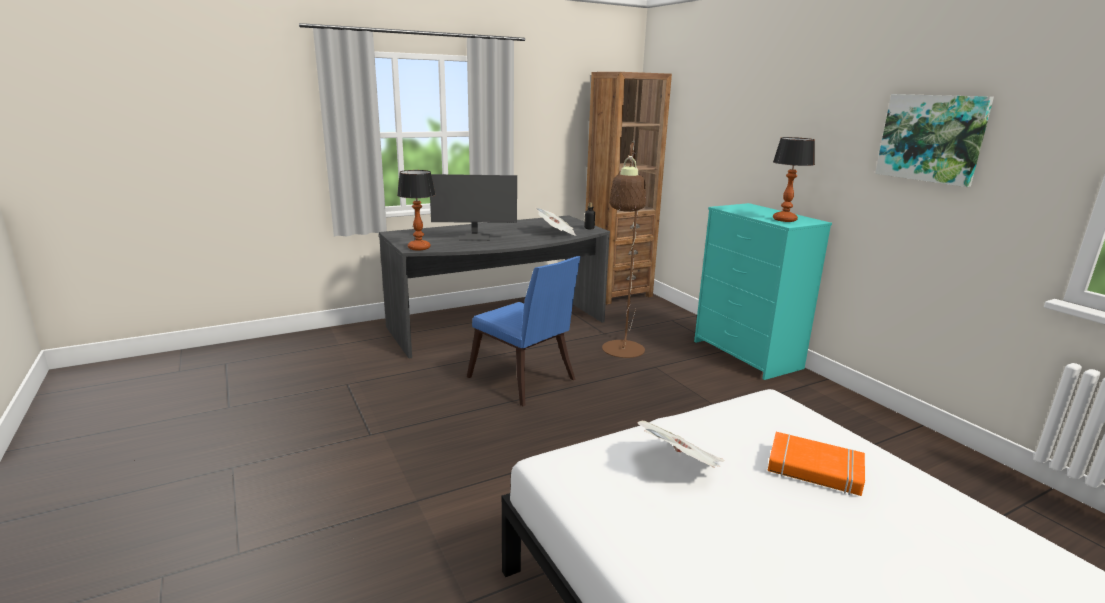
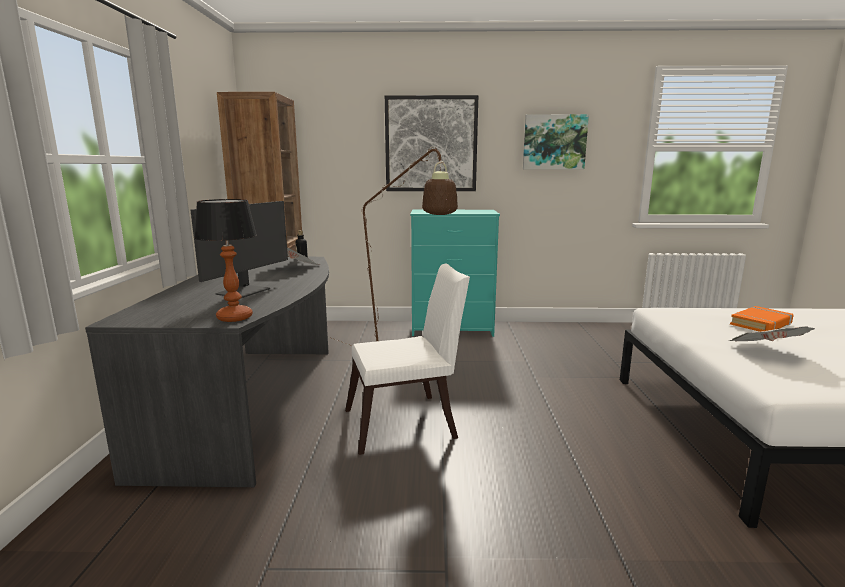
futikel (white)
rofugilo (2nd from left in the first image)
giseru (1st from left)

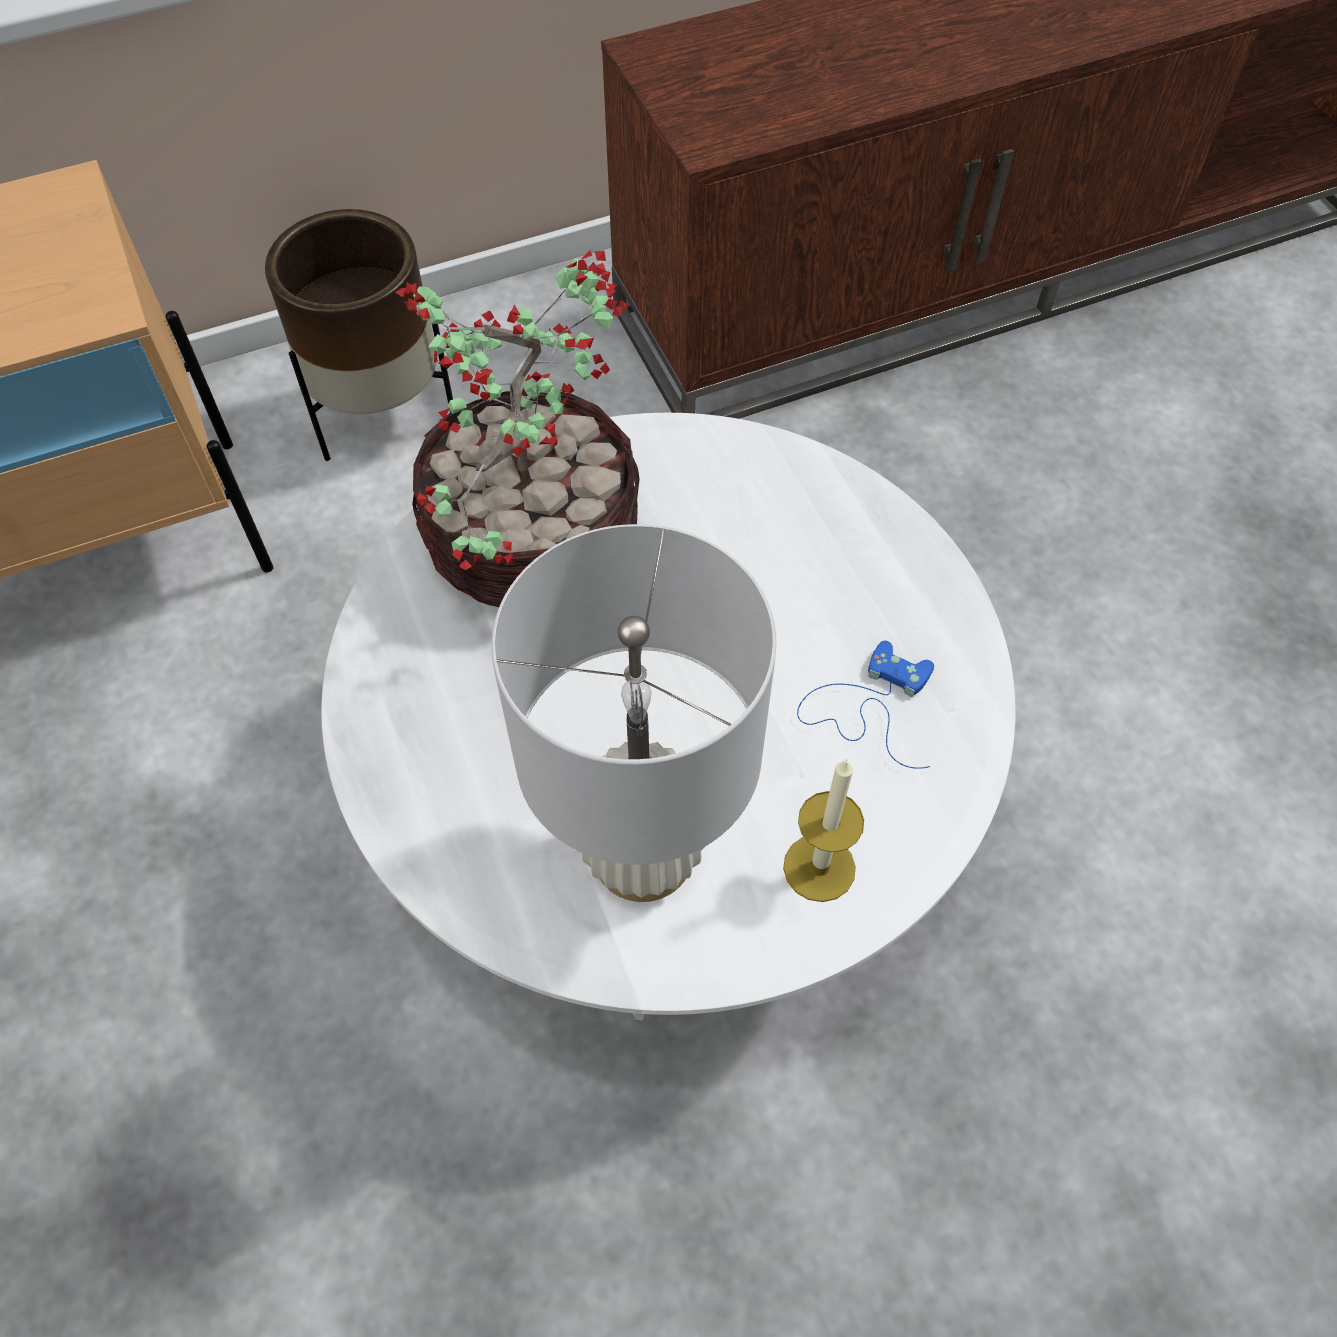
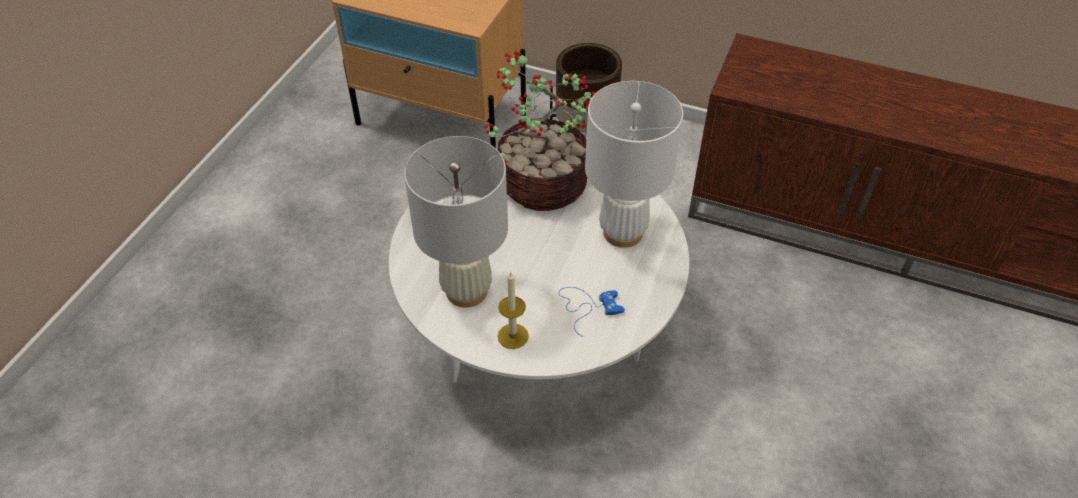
rofugilo (white) (2nd from left)

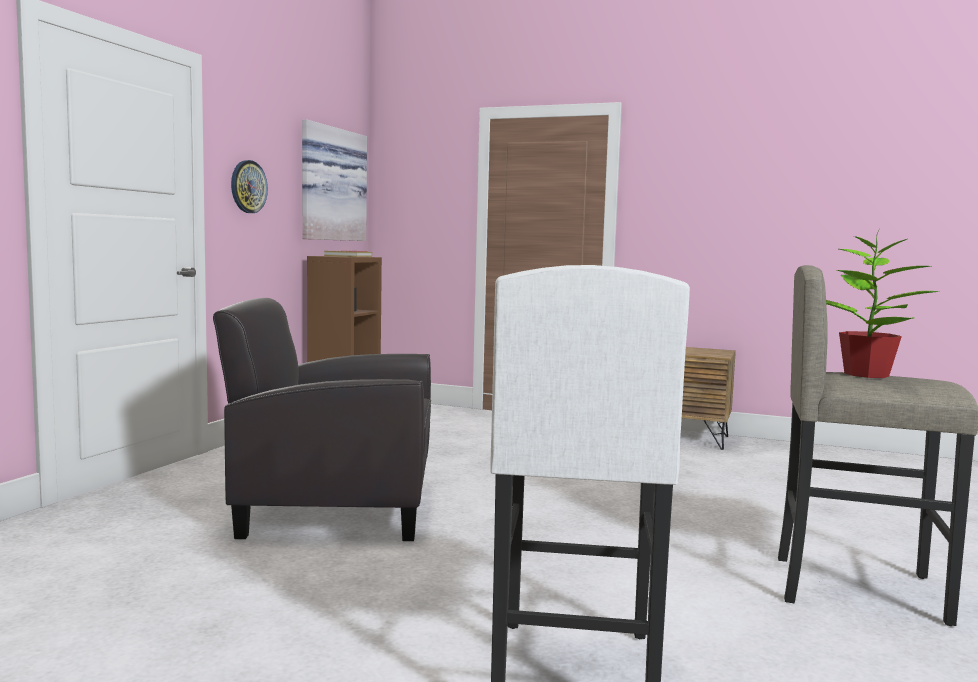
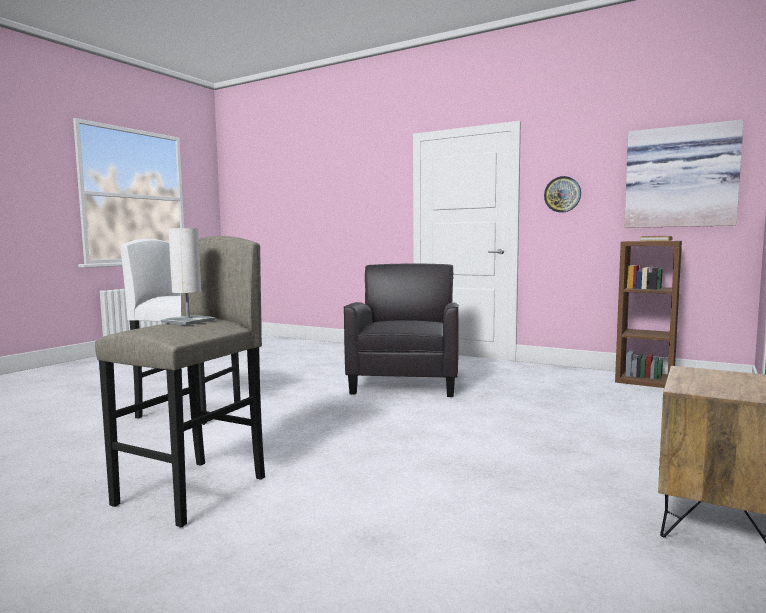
rofugilo (white)

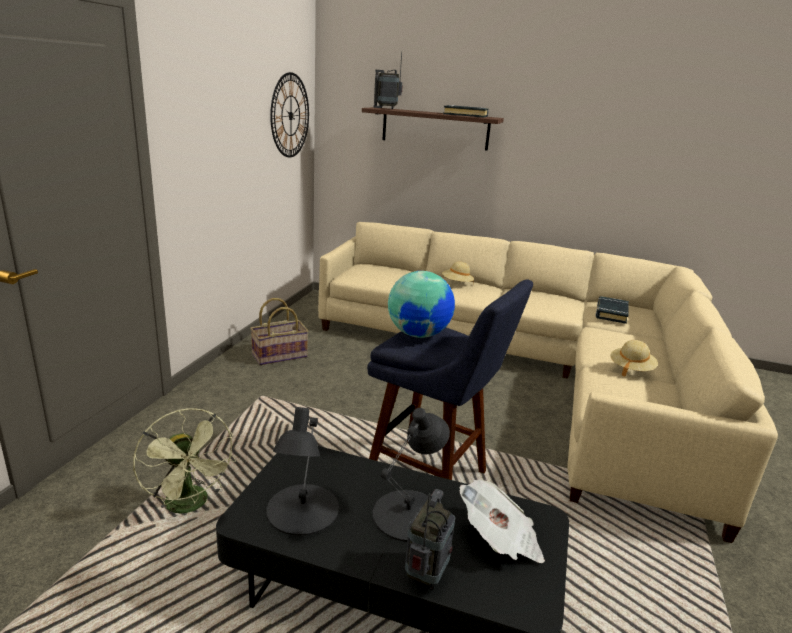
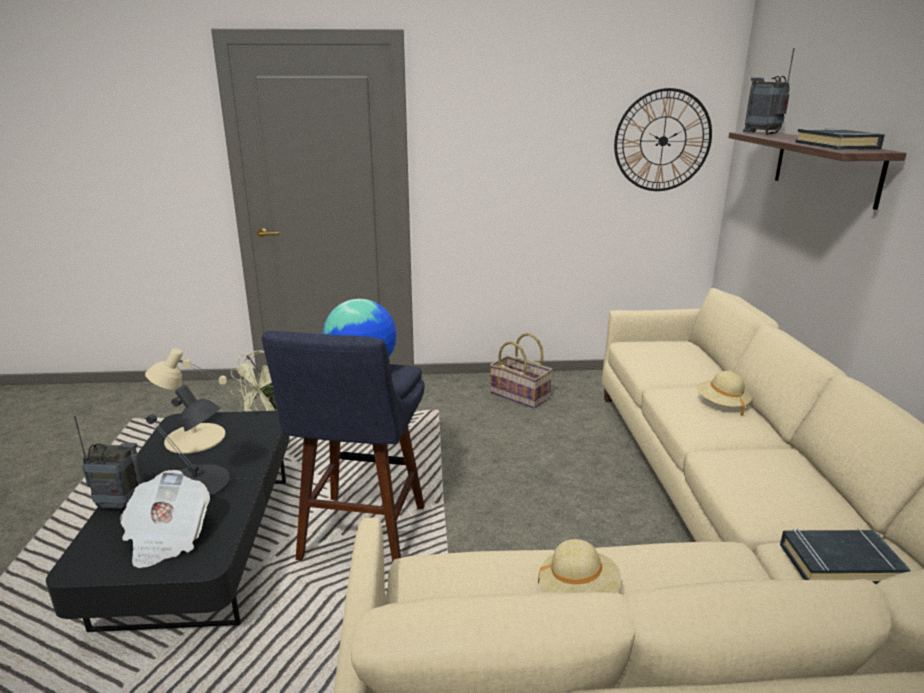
rofugilo (beige)

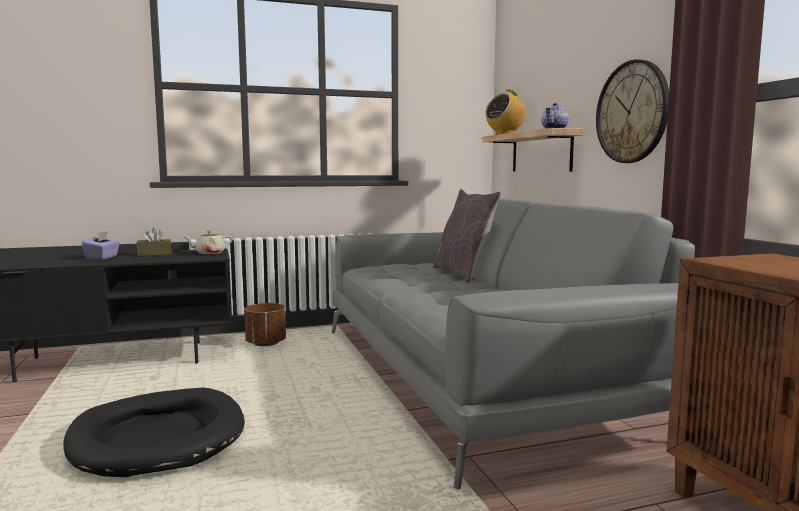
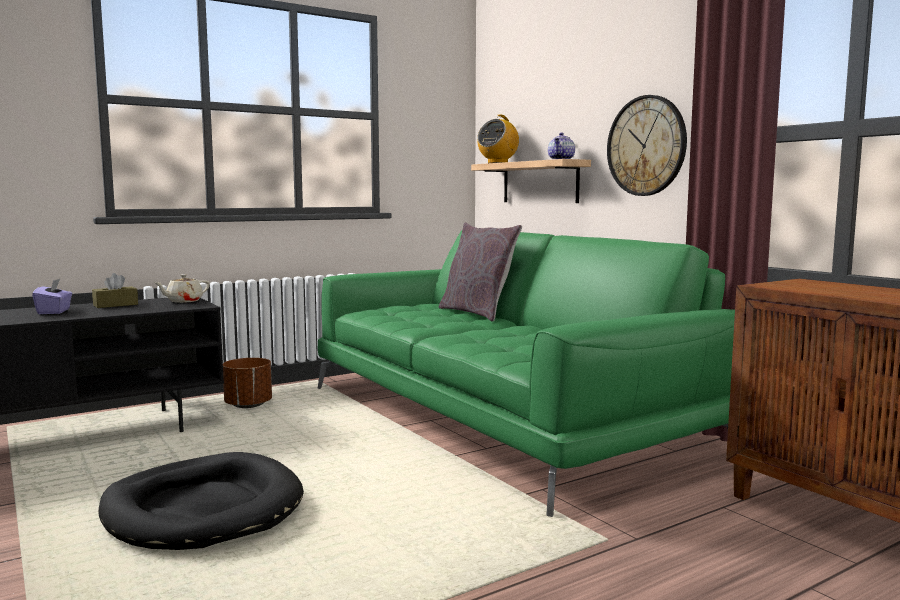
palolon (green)

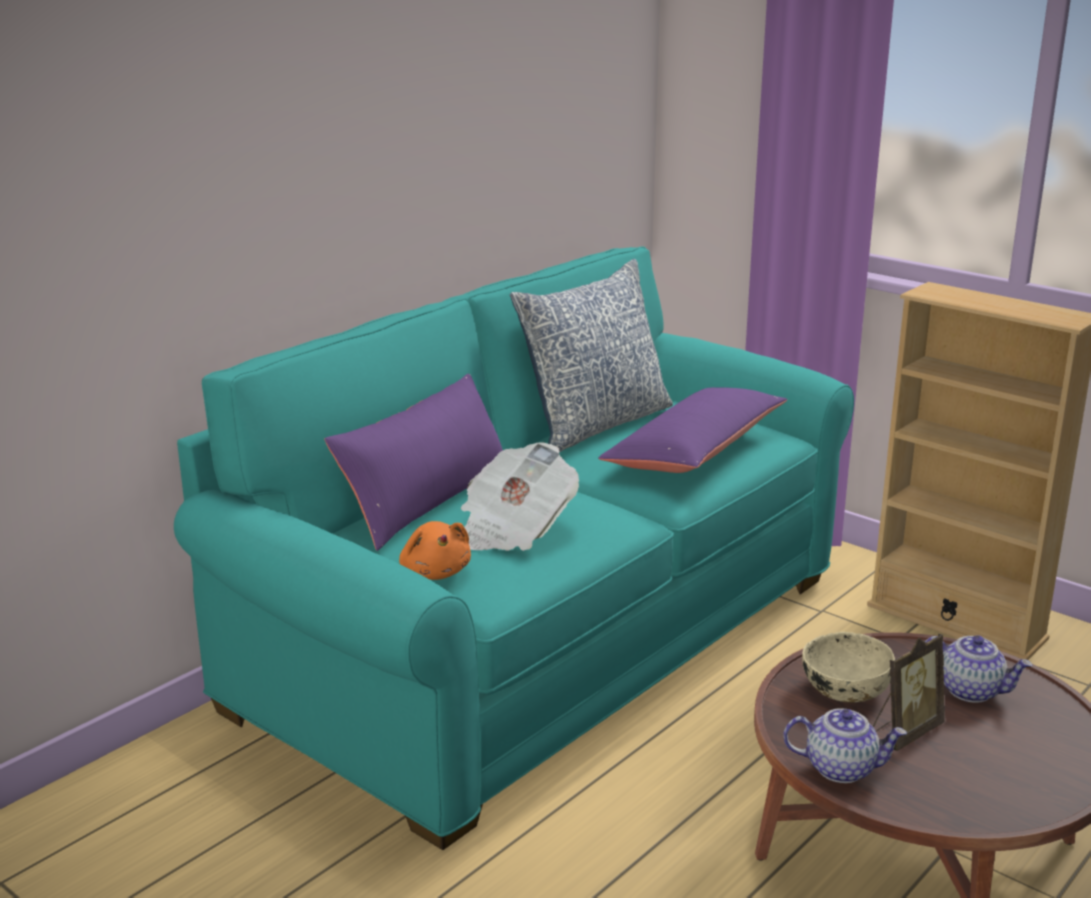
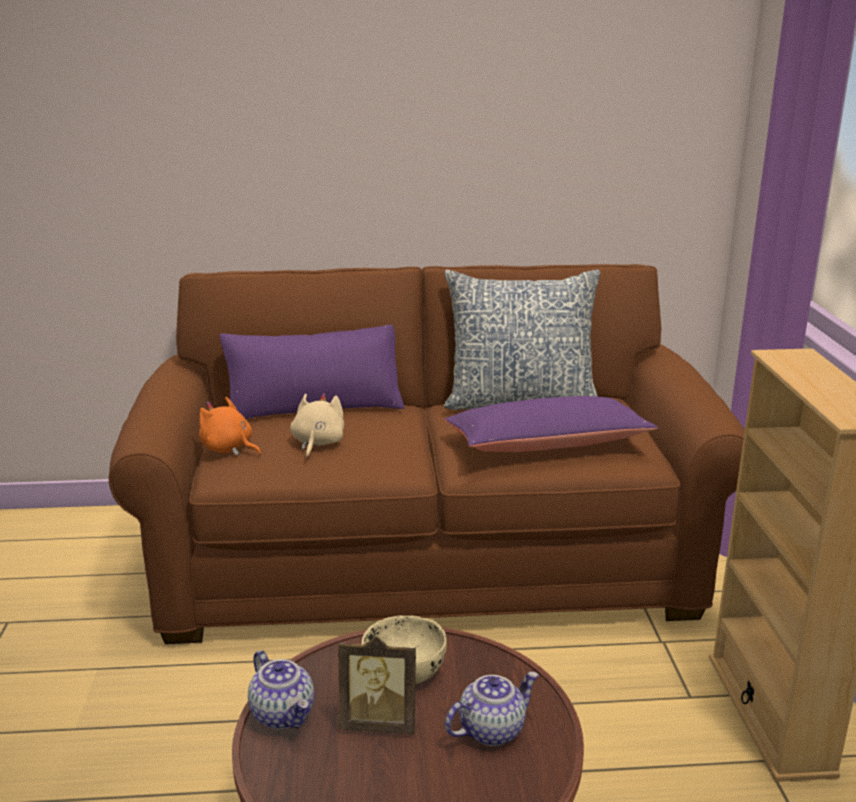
palolon (brown)
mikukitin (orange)
mikukitin (beige)
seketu (2nd from left)

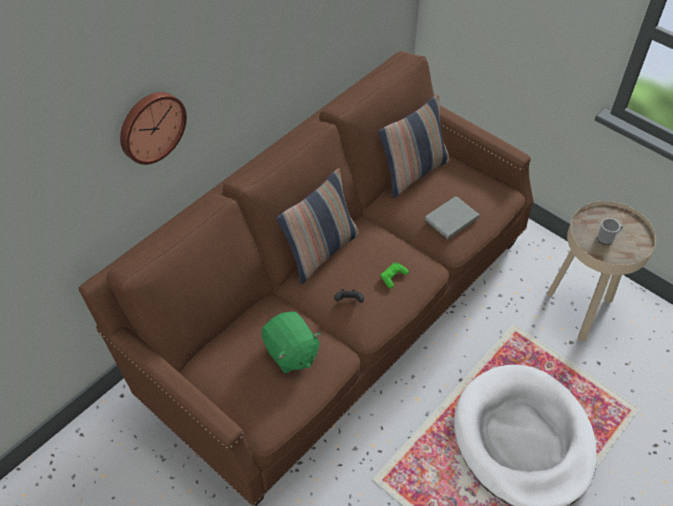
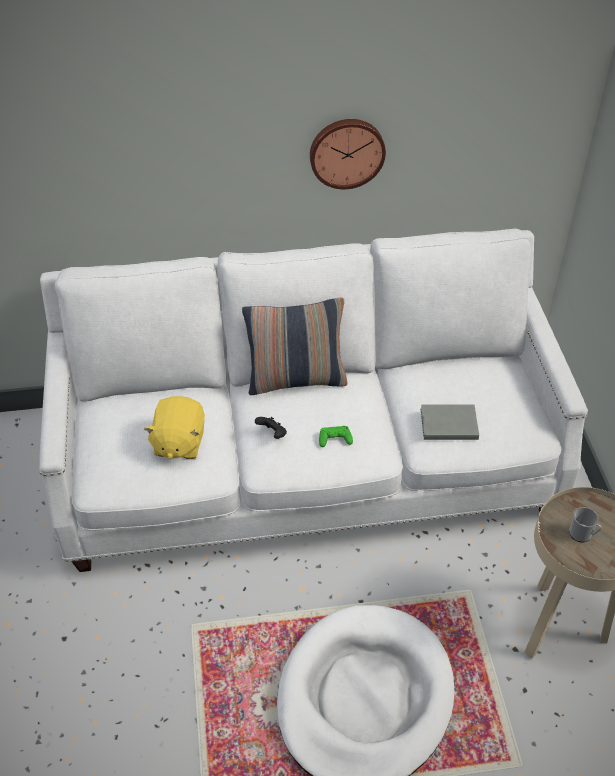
palolon (white)
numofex
mikukitin (yellow)
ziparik (2nd from left in the first image)

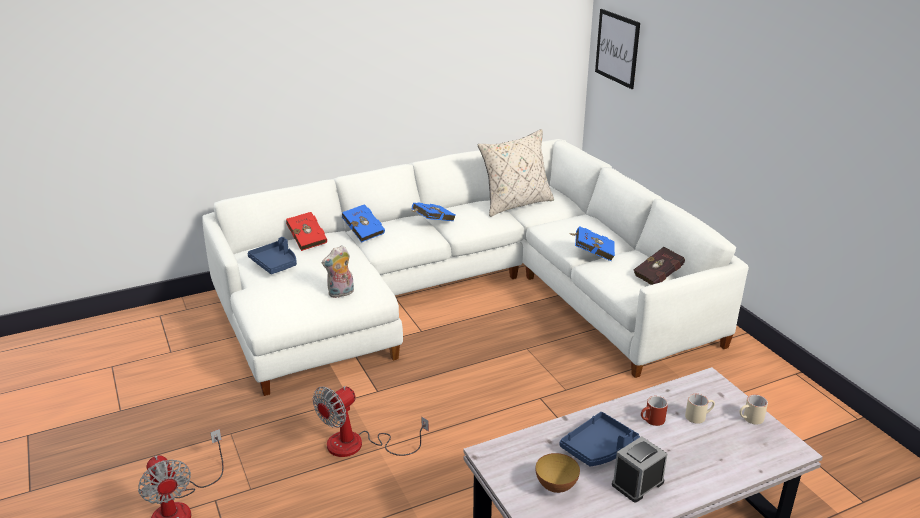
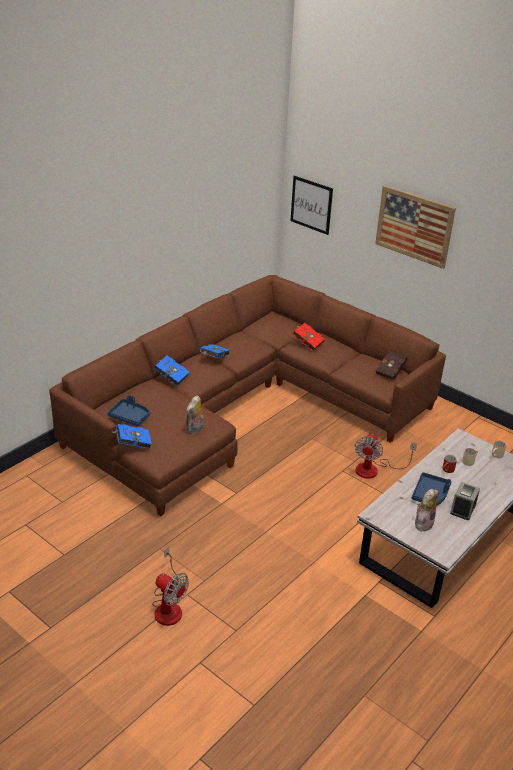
palolon (brown)
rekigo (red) (1st from left)
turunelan (2nd from left)
ziparik (beige)
mikukitin (2nd from left)
rekigo (blue) (1st from left)
giseru (2nd from left)

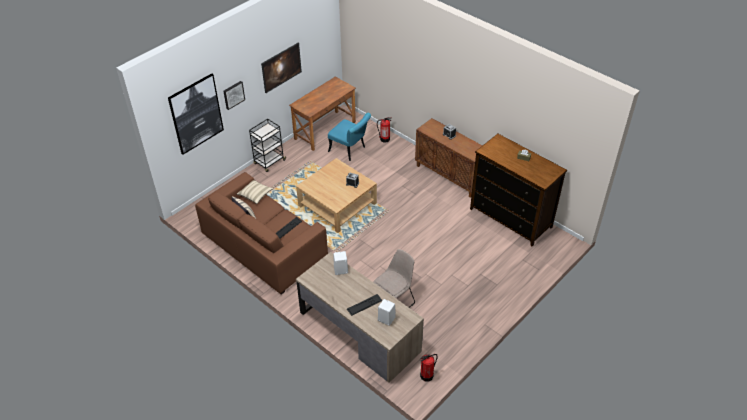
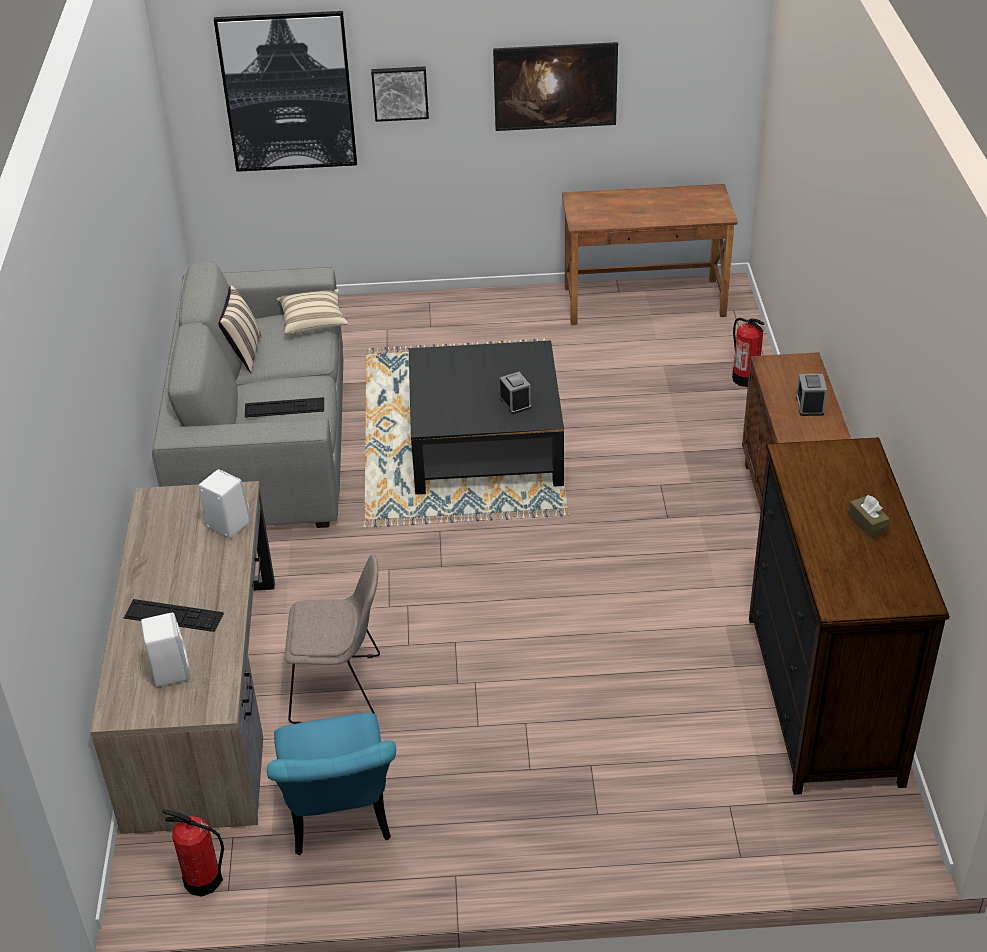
palolon (grey)
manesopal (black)
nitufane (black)
futikel (turquoise)

